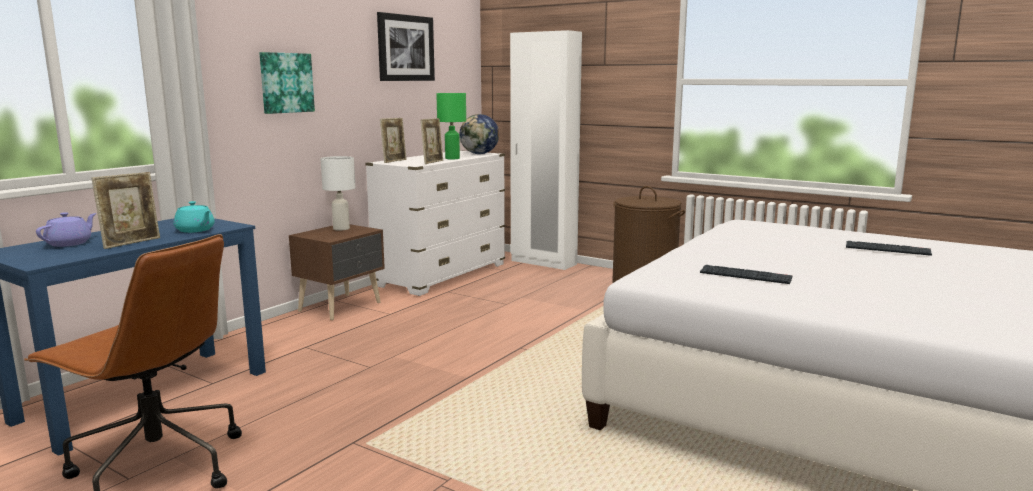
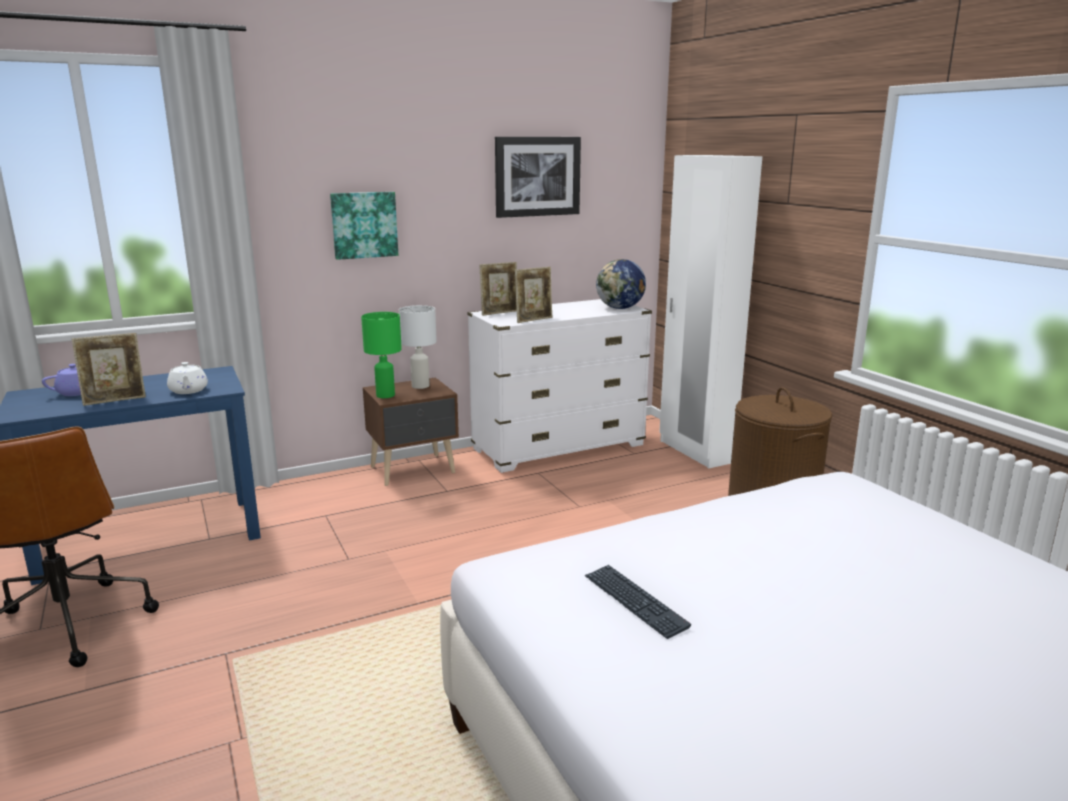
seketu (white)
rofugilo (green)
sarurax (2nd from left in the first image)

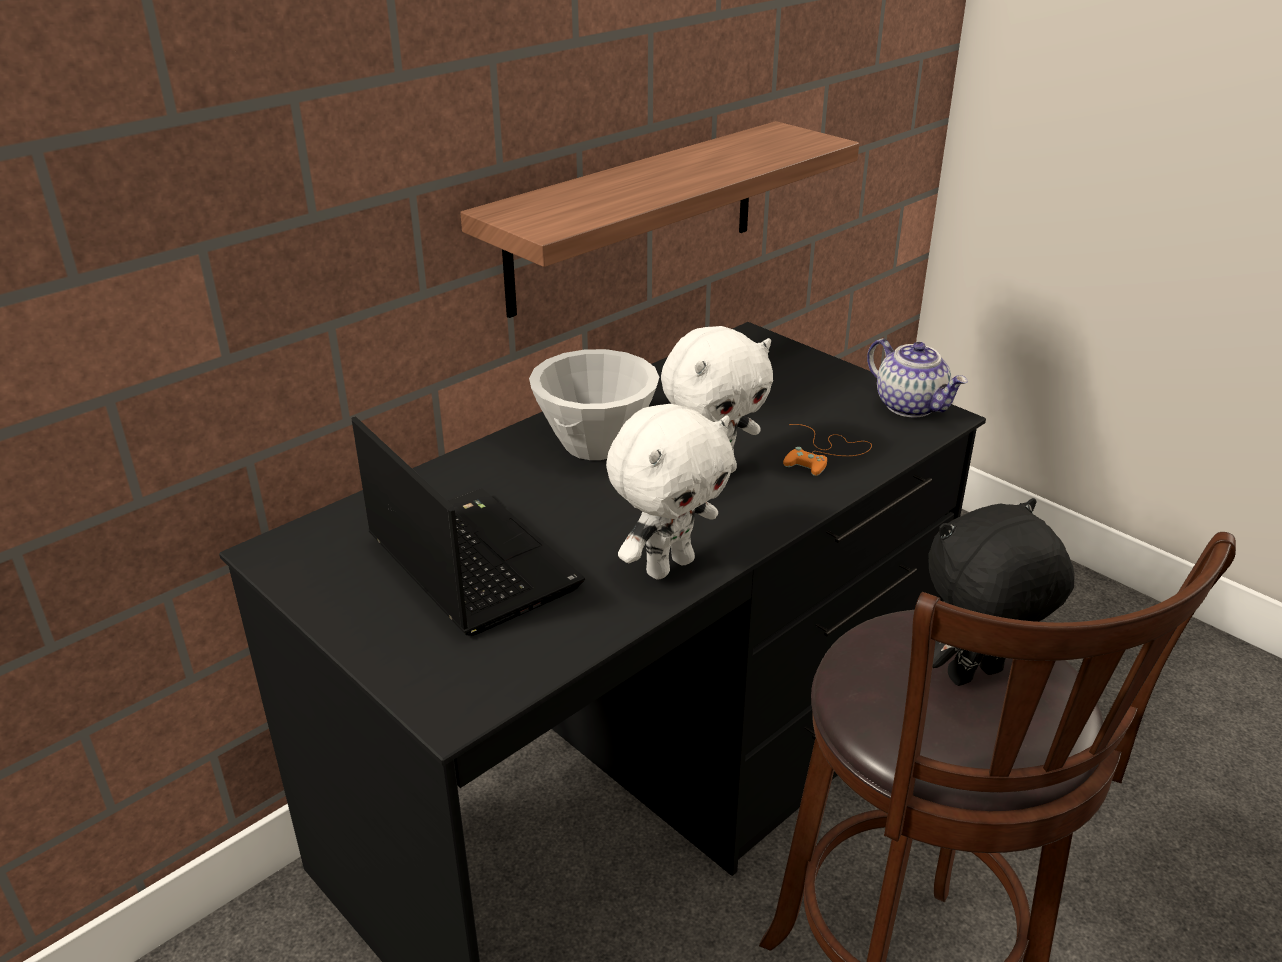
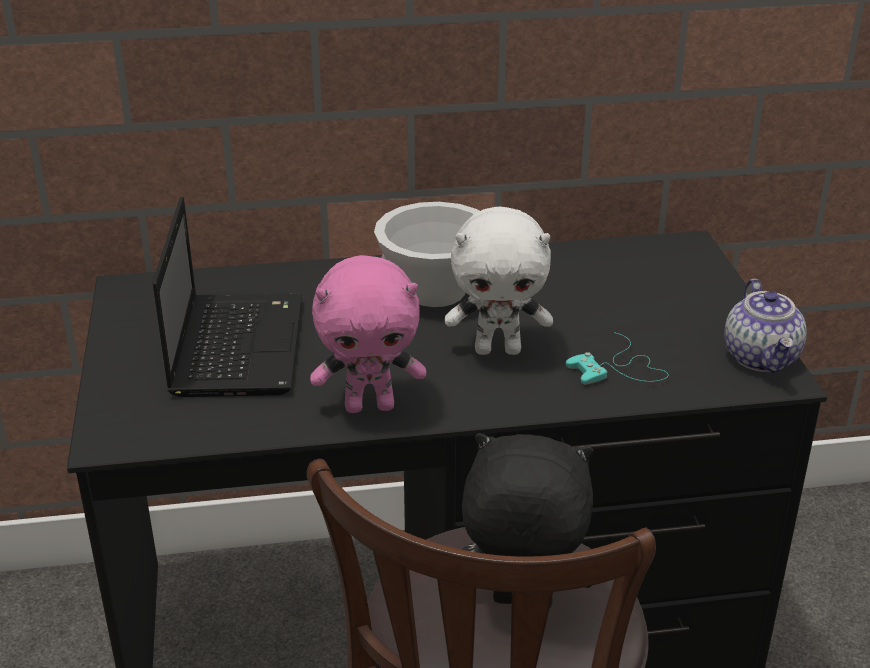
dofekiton
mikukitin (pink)
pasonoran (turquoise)

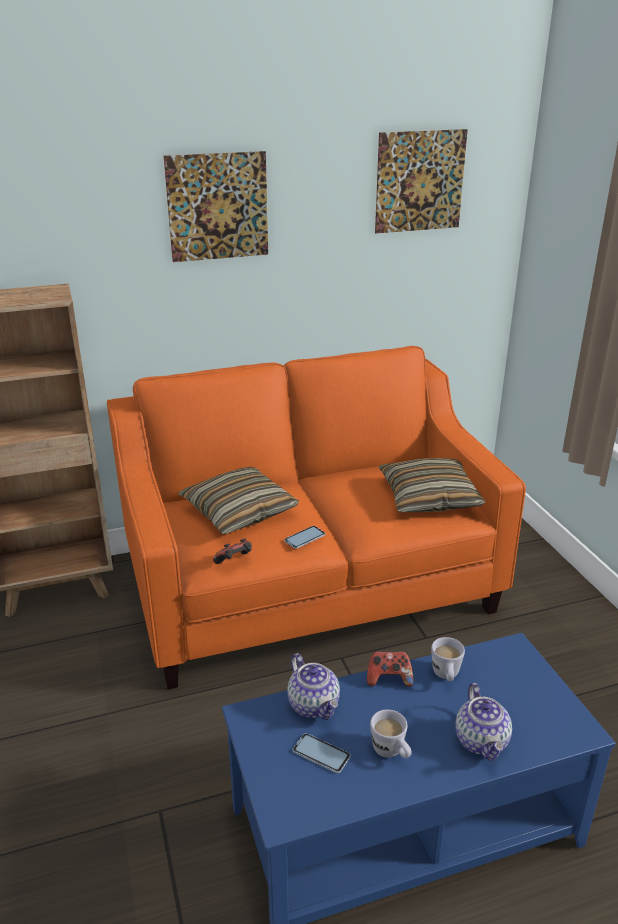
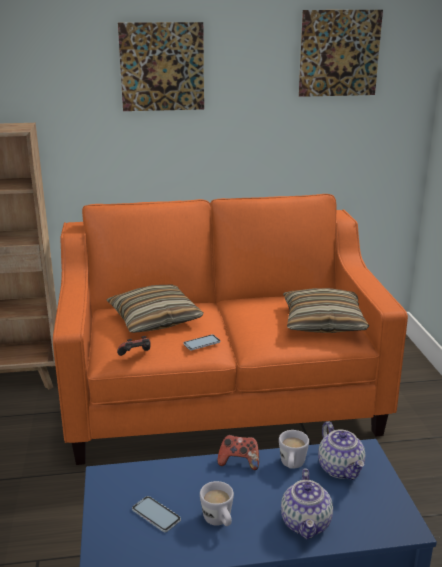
seketu (2nd from left)

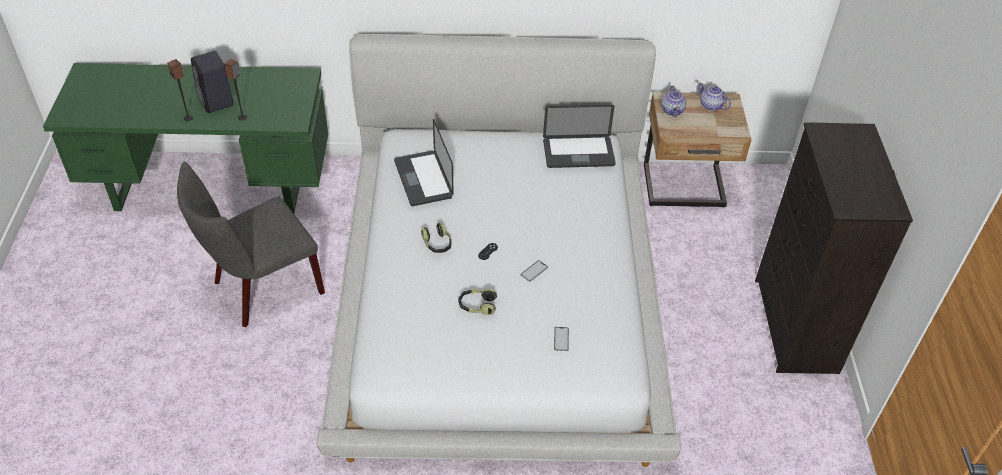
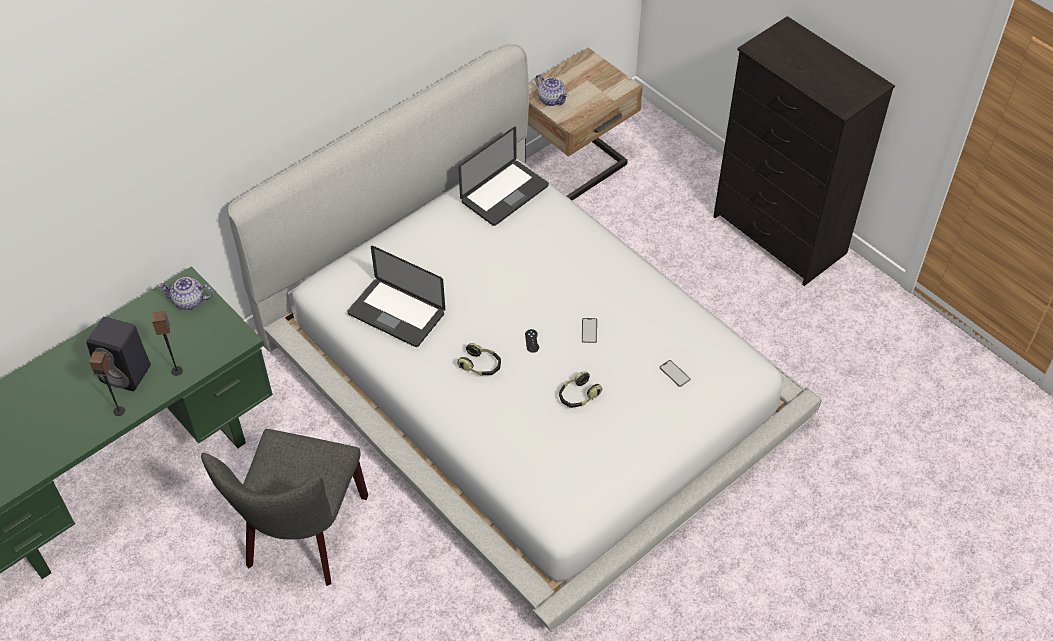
seketu (1st from left)

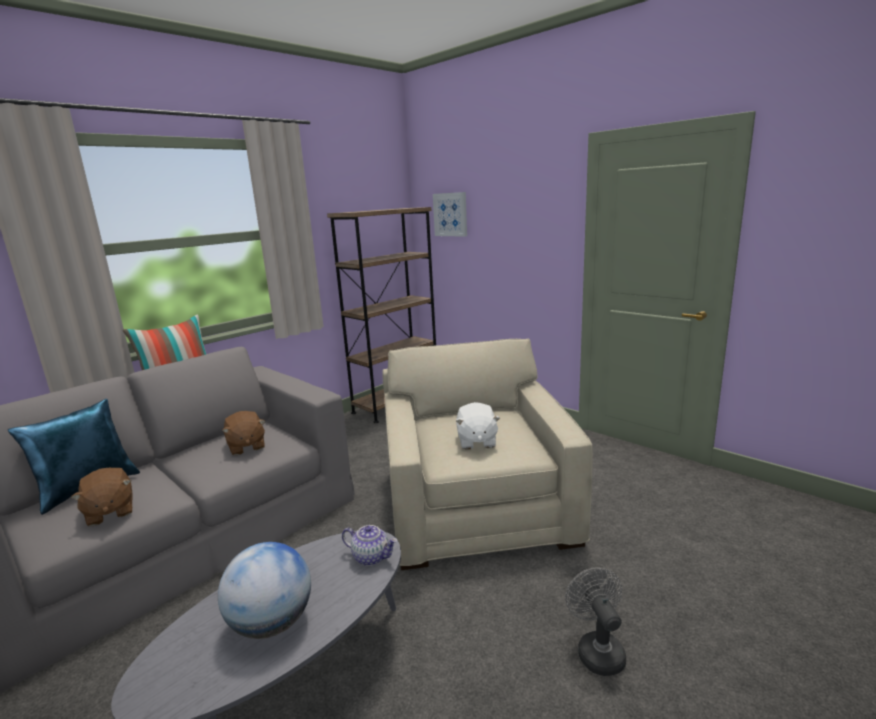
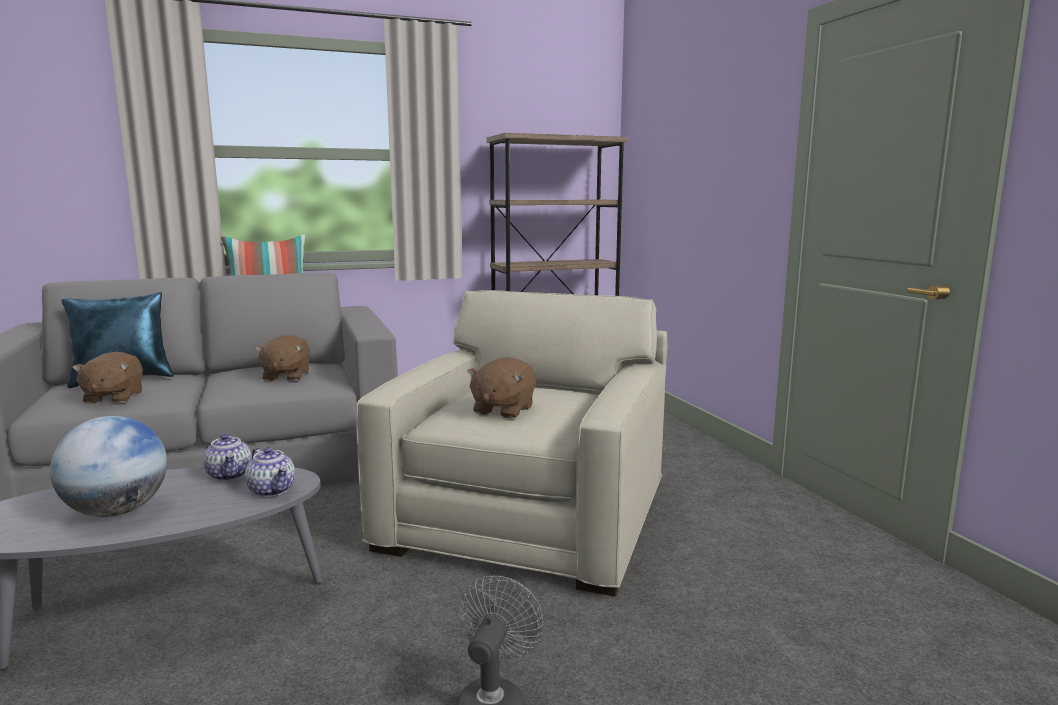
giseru
mikukitin (brown) (3rd from left)
seketu (1st from left)

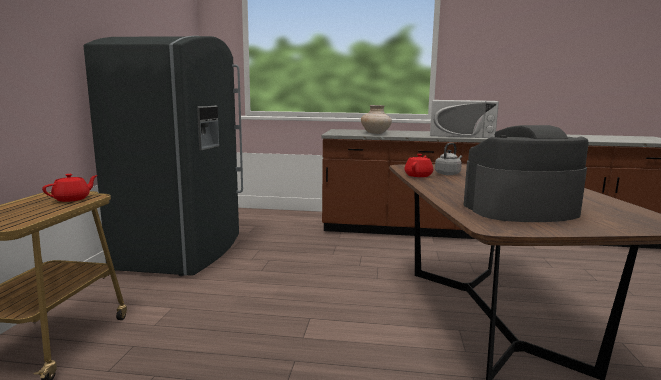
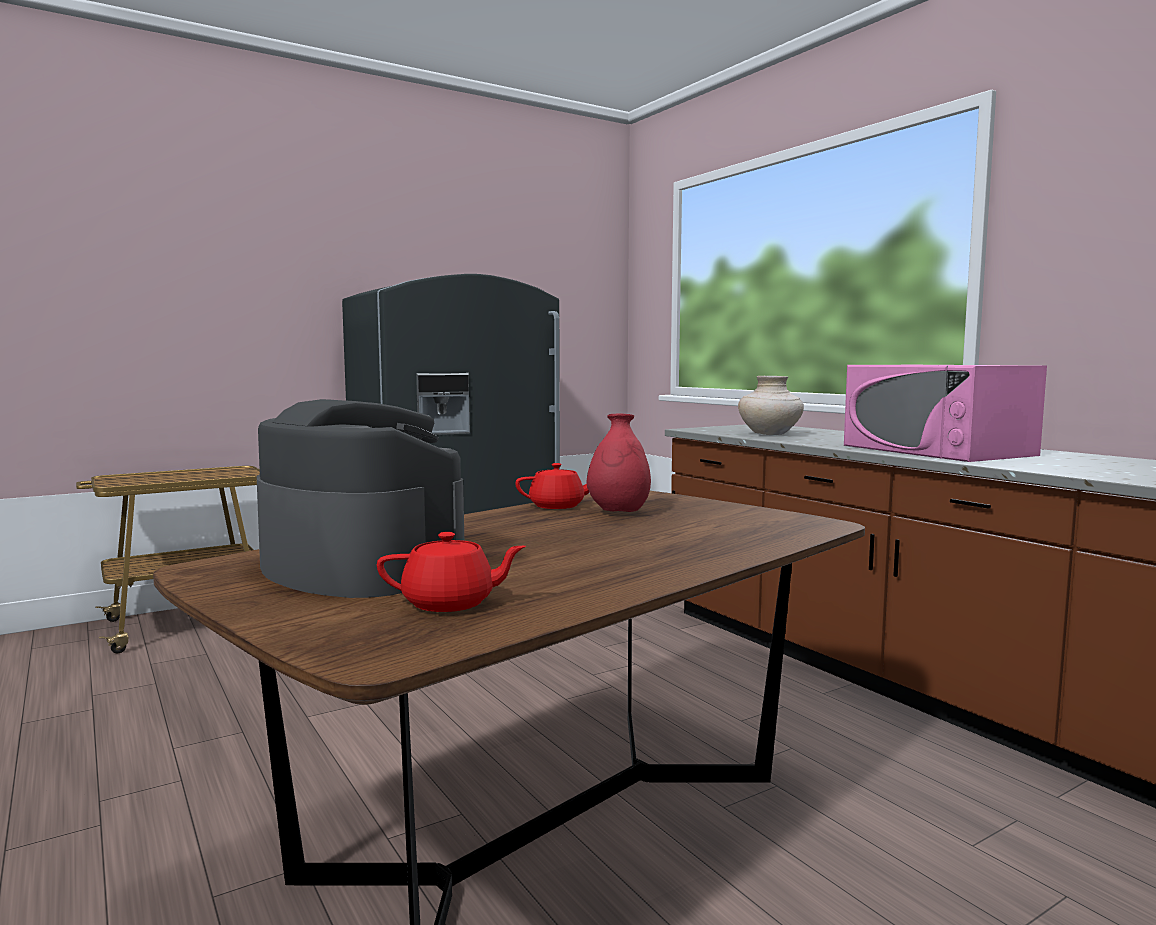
seketu (red) (1st from left)
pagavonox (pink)
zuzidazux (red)

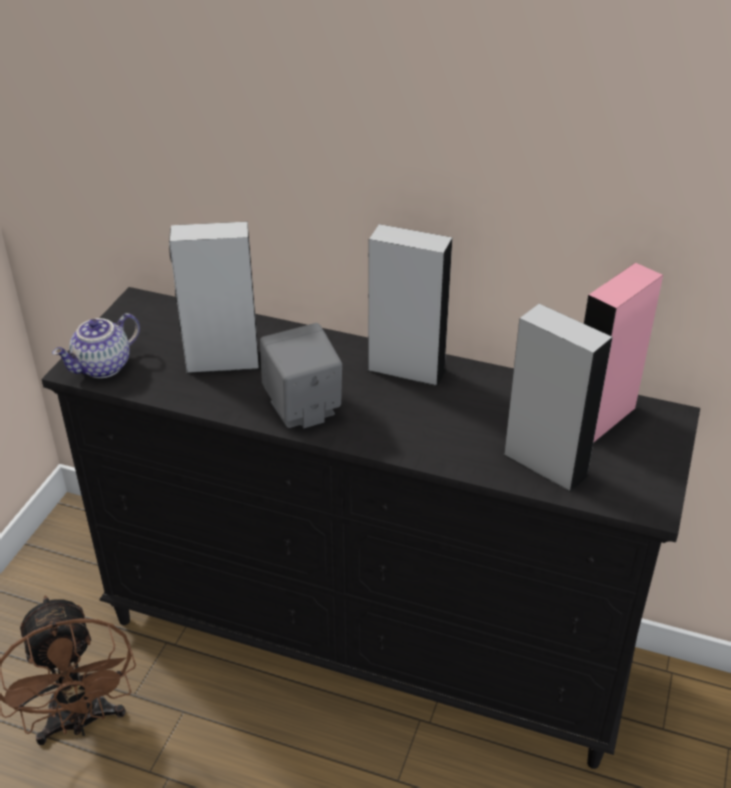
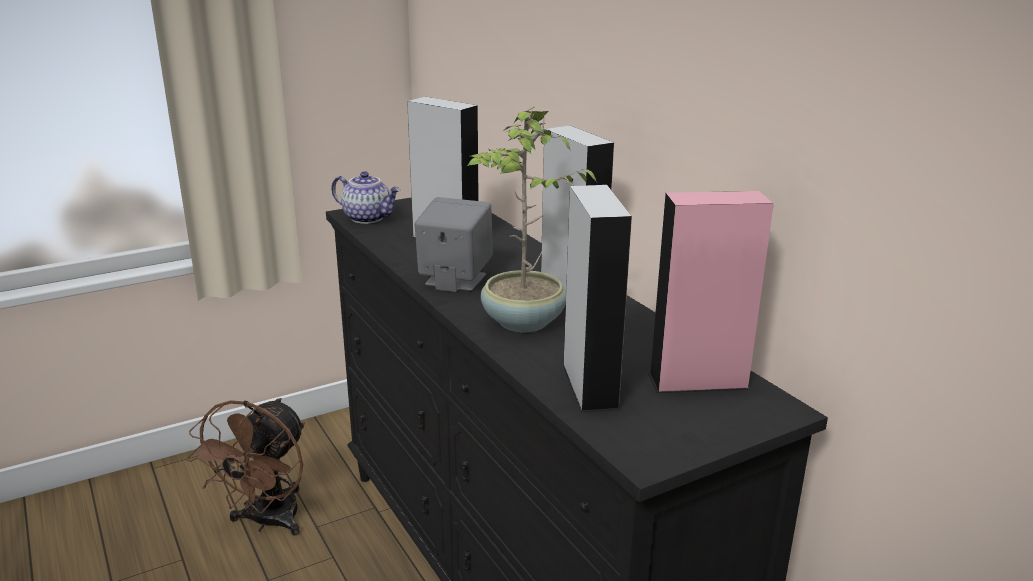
seketu
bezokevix

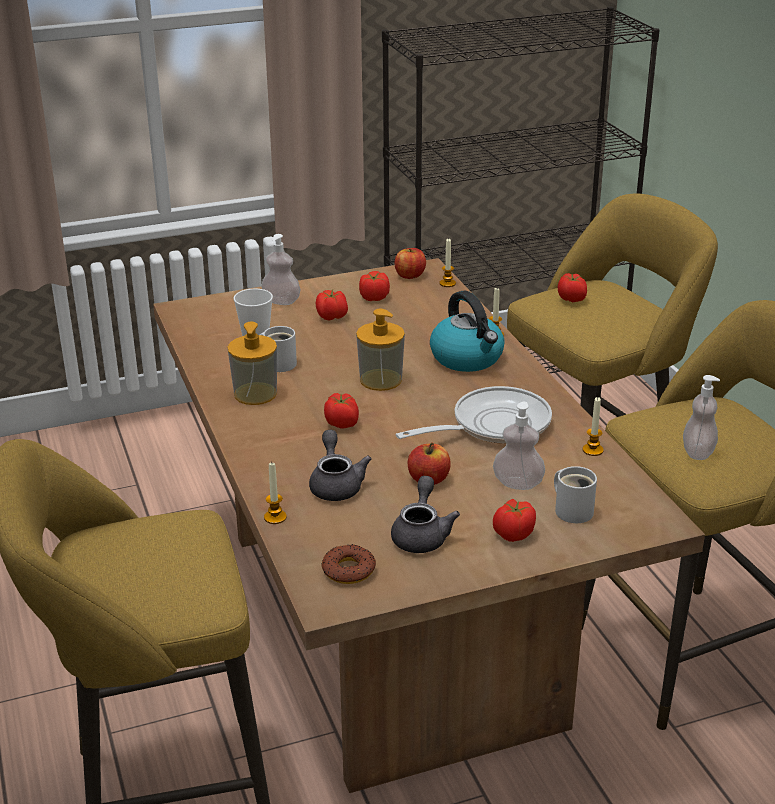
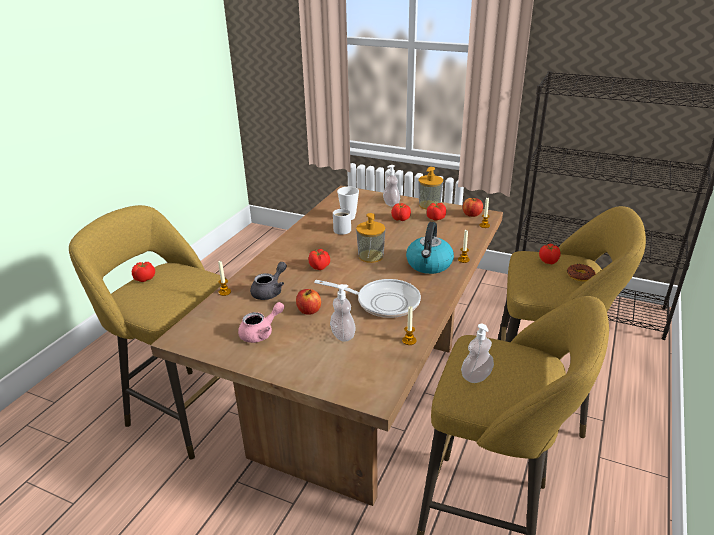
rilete (4th from left)
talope
seketu (pink)
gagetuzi (1st from left)
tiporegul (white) (2nd from left in the first image)

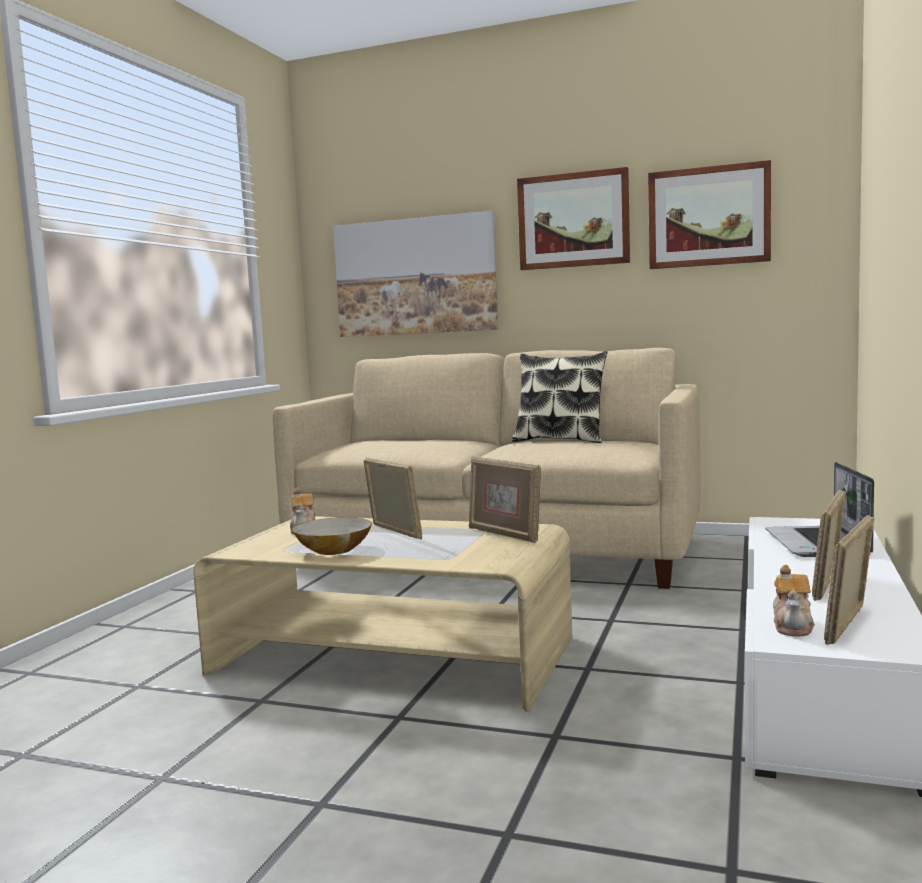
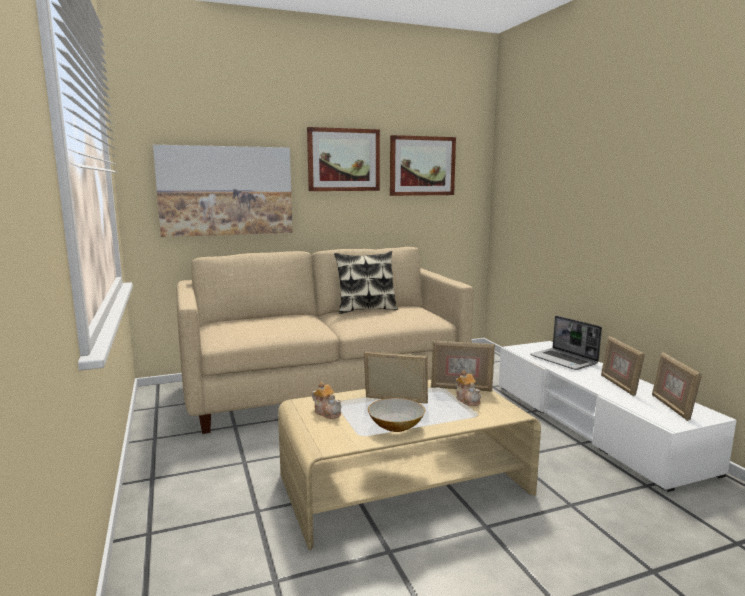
seketu (2nd from left)

